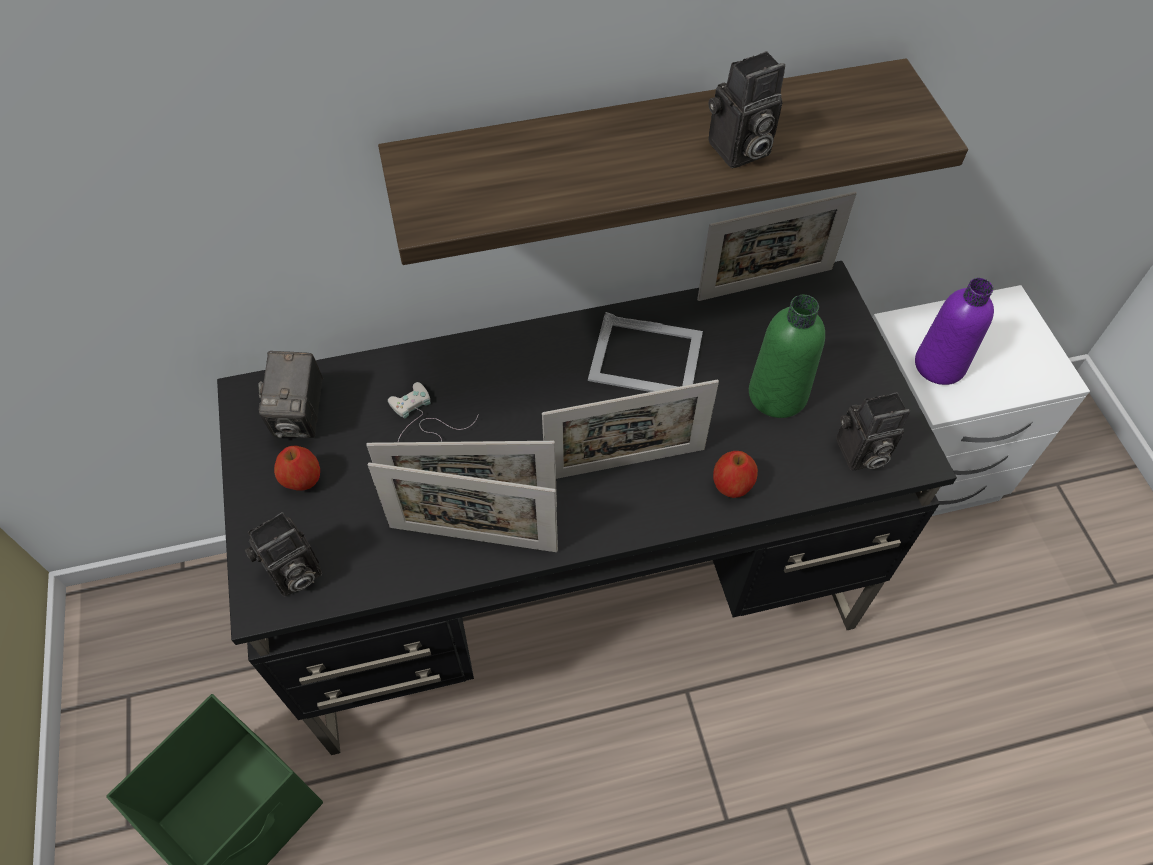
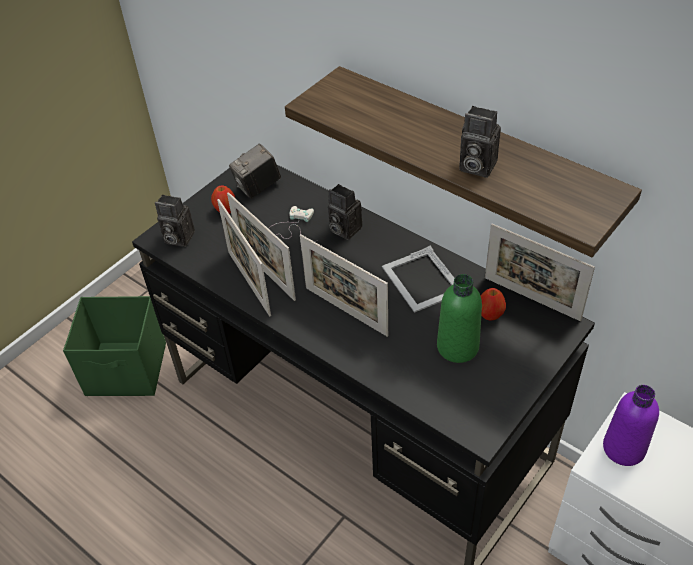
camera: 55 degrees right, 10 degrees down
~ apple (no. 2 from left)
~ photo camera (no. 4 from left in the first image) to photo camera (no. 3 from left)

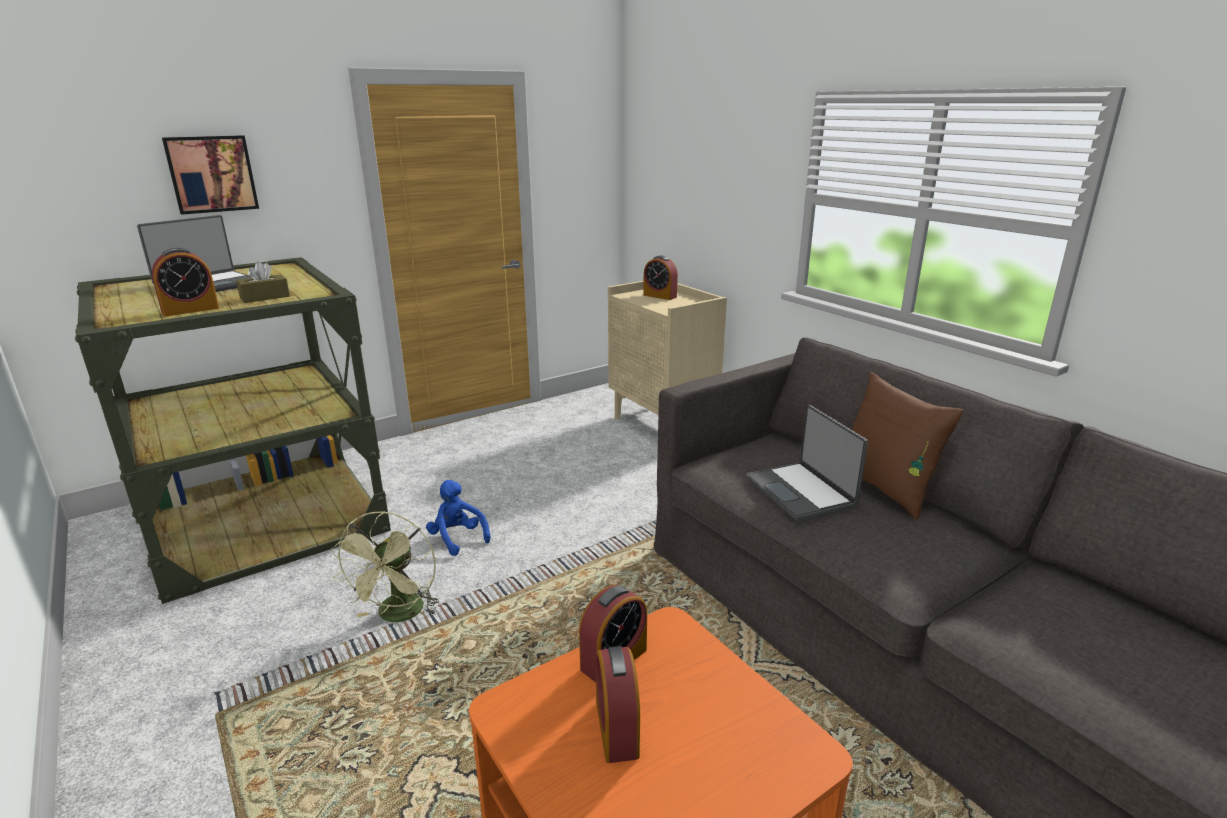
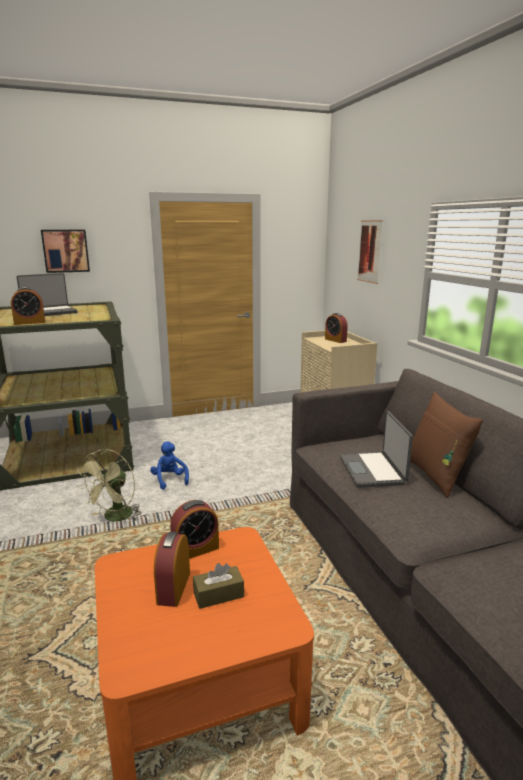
camera: 15 degrees right, 5 degrees down
~ tissue box in brown
+ picture (no. 2 from left)

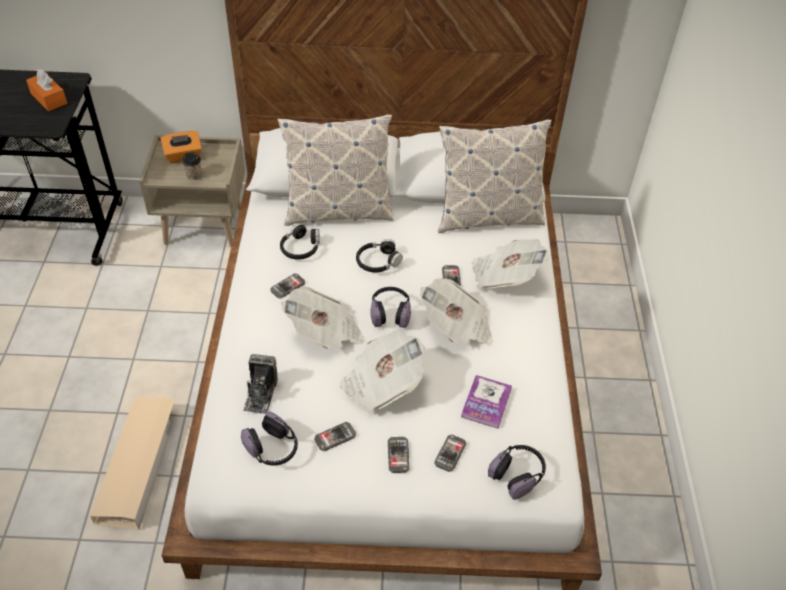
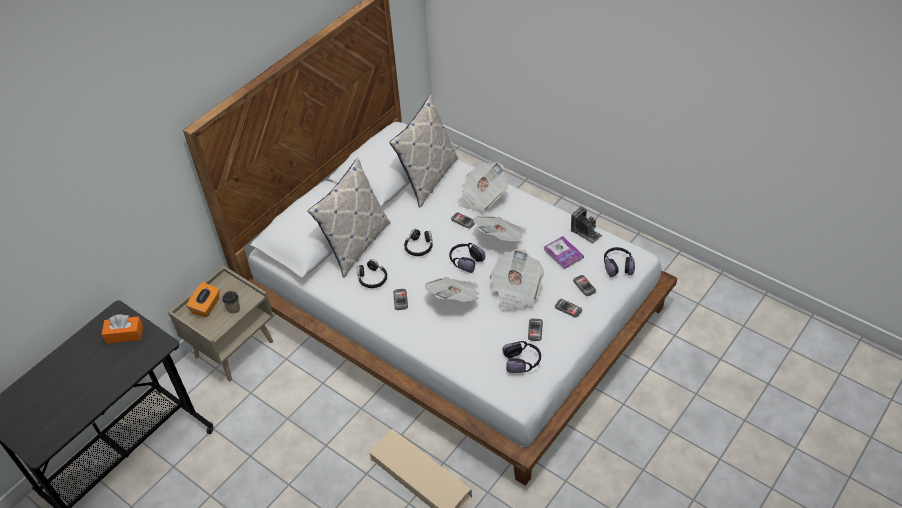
camera: 50 degrees left, 0 degrees up
~ photo camera

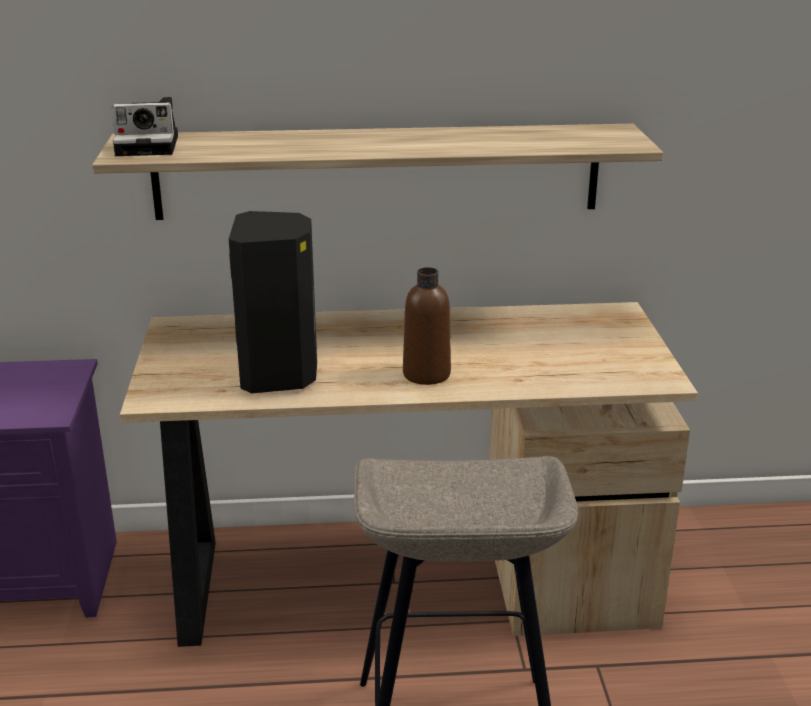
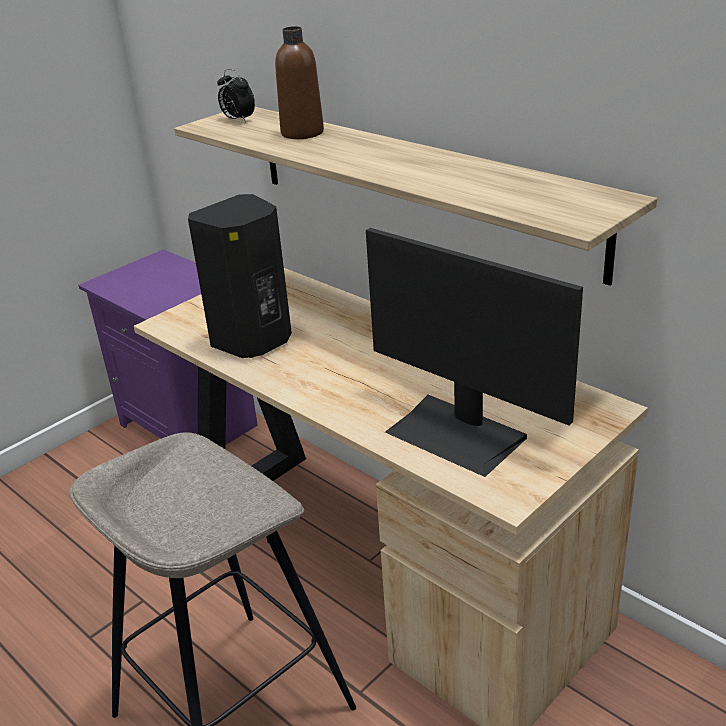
camera: 50 degrees right, 5 degrees up
~ photo camera to alarm clock
~ bottle in brown
+ monitor

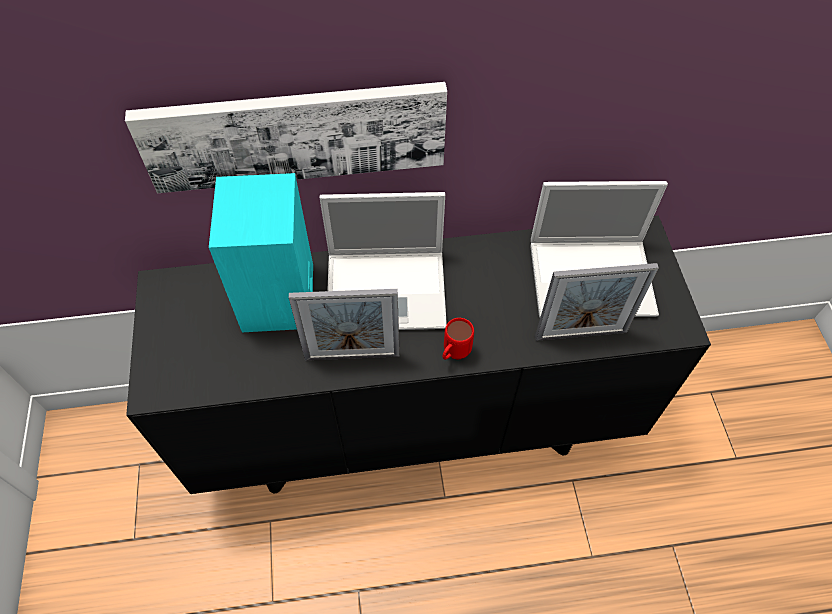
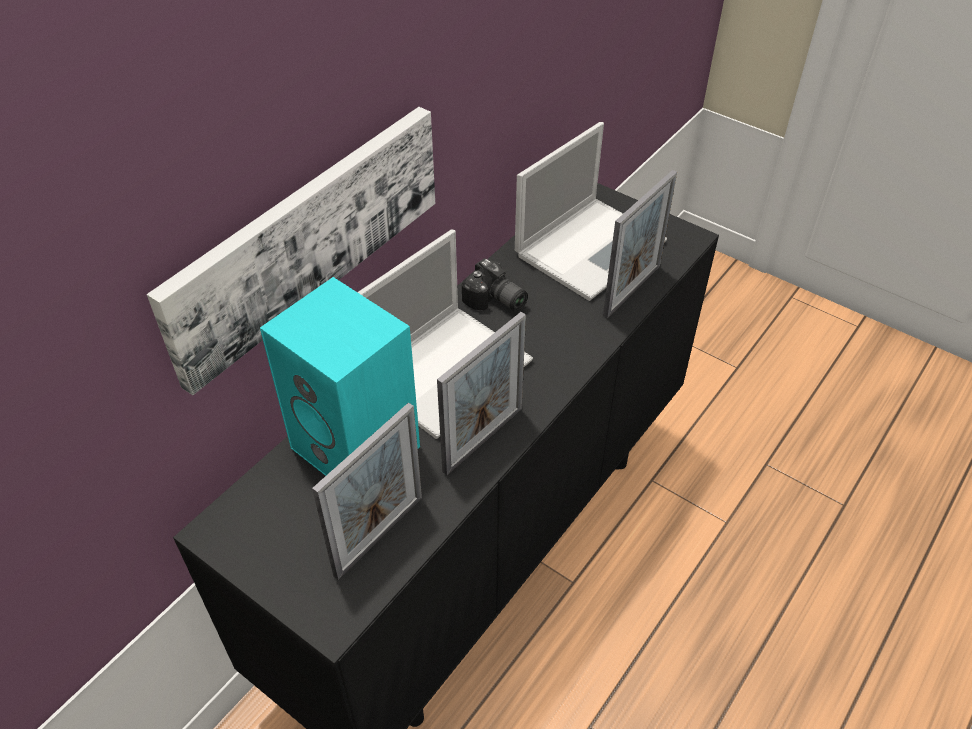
camera: 45 degrees left, 10 degrees down
- mug in red
+ picture frame (no. 1 from left)
+ photo camera

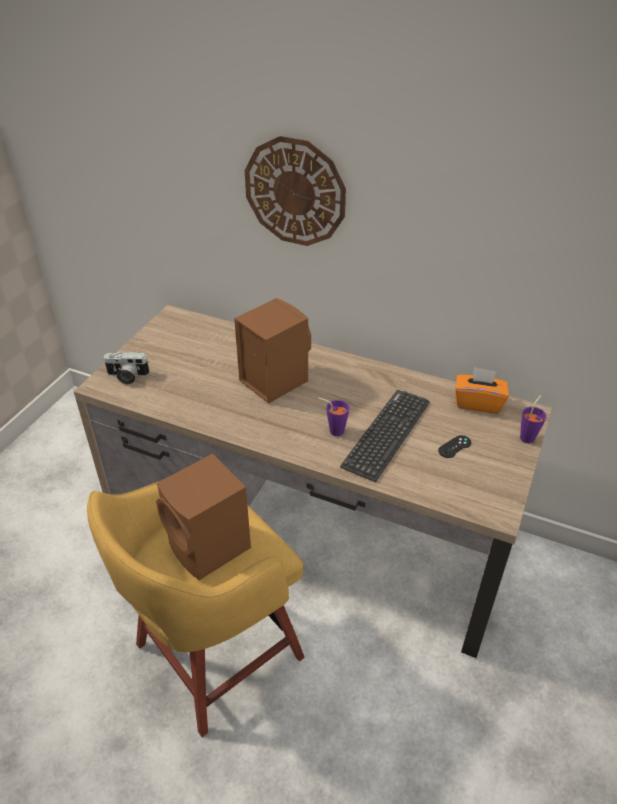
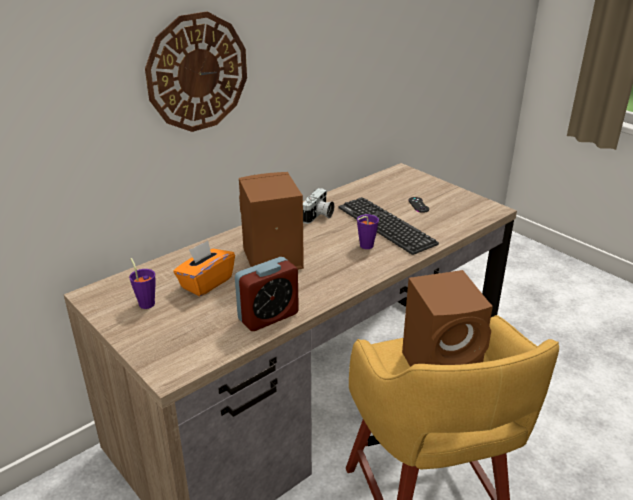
camera: 65 degrees left, 10 degrees down
~ photo camera
~ tissue box in orange
~ cup in purple (no. 2 from left in the first image) to cup in purple (no. 1 from left)
+ alarm clock

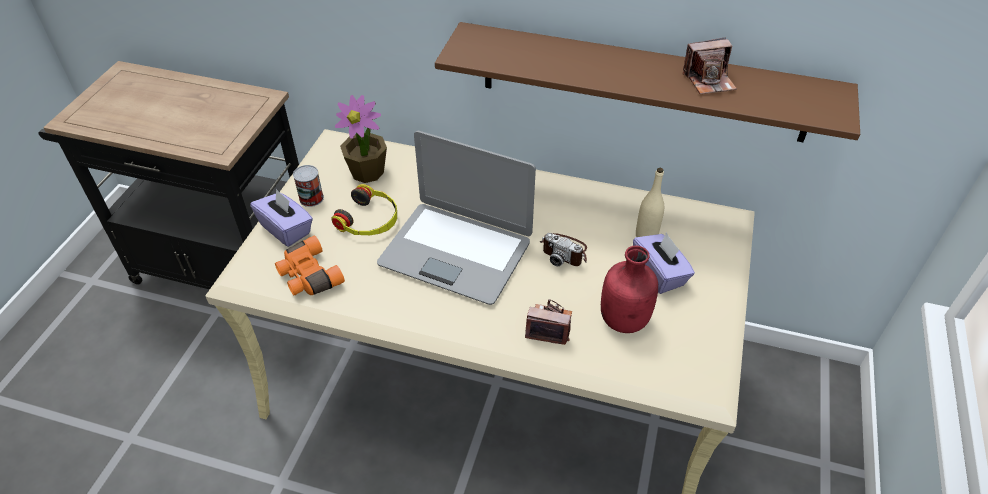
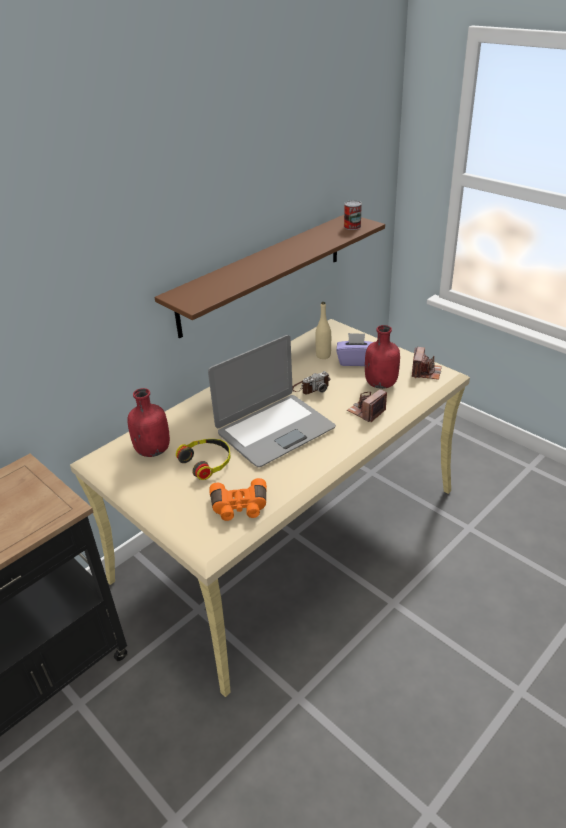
camera: 60 degrees left, 10 degrees down
- tissue box in purple (no. 1 from left)
~ can
~ potted plant to bottle in red (no. 1 from left)
~ photo camera (no. 3 from left)

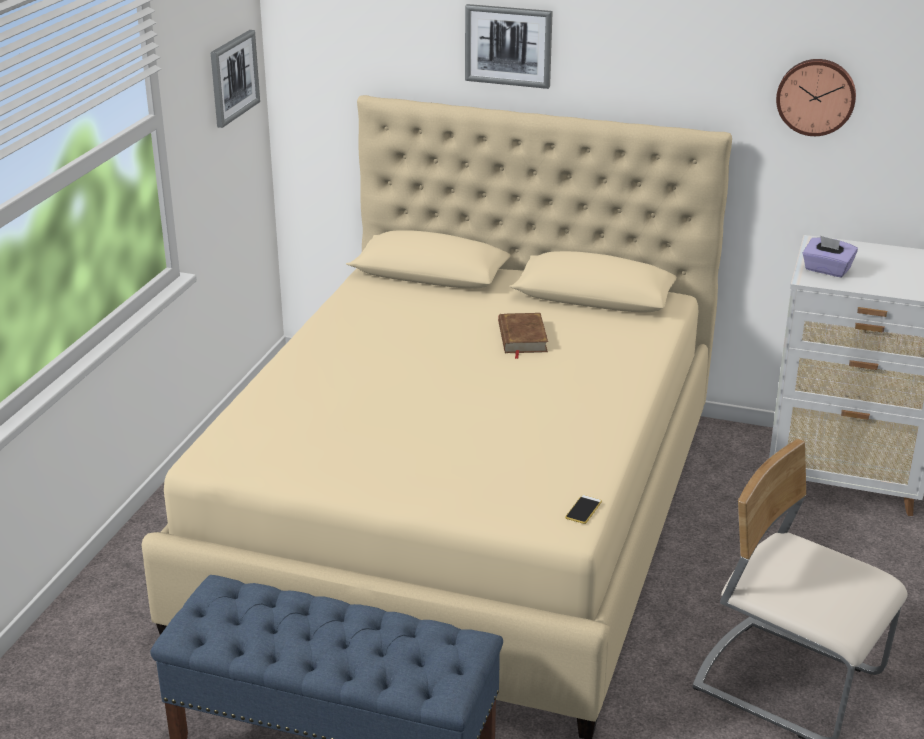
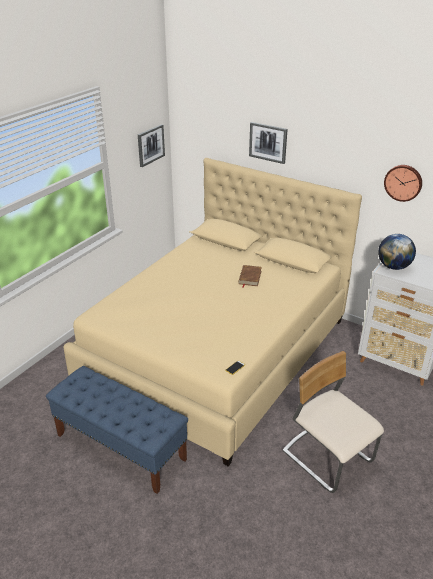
camera: 15 degrees right, 5 degrees up
~ tissue box in purple to globe

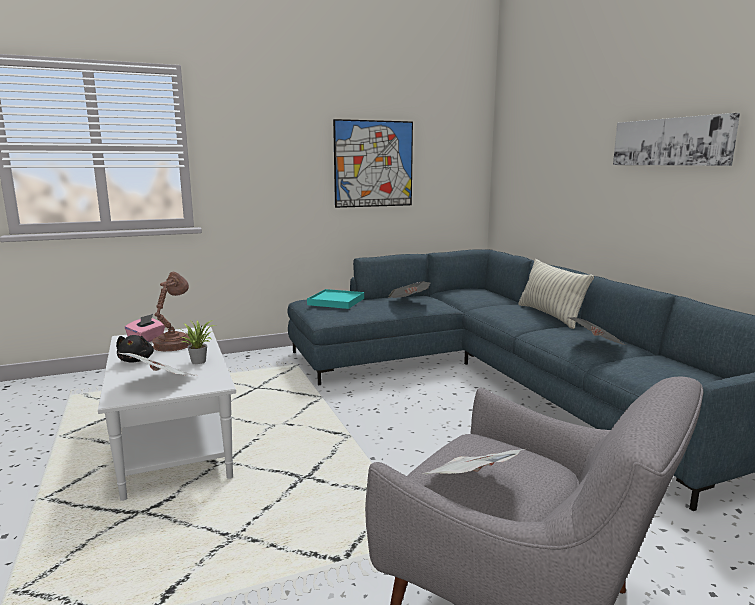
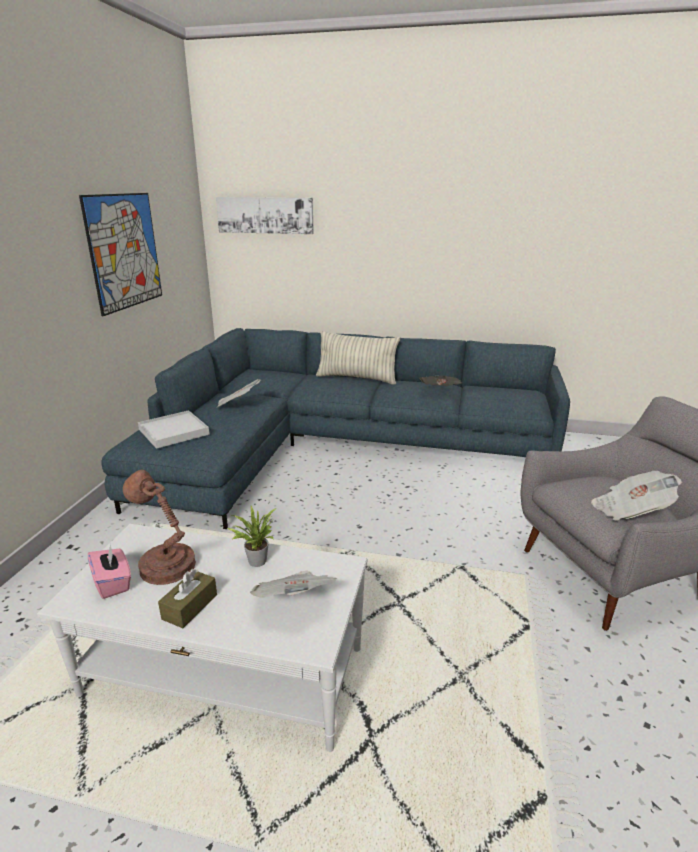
camera: 55 degrees left, 10 degrees up
~ plush toy in black to tissue box in brown
~ tray in turquoise to tray in white
~ picture (no. 2 from left)

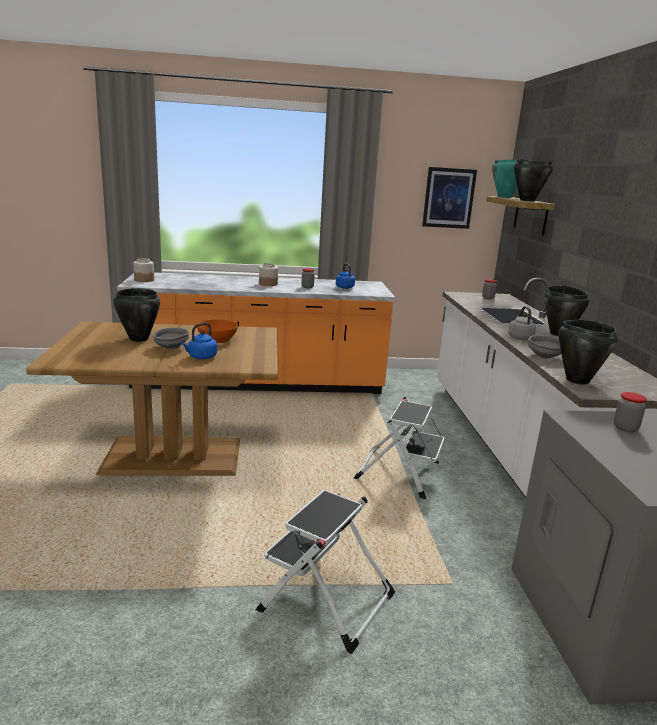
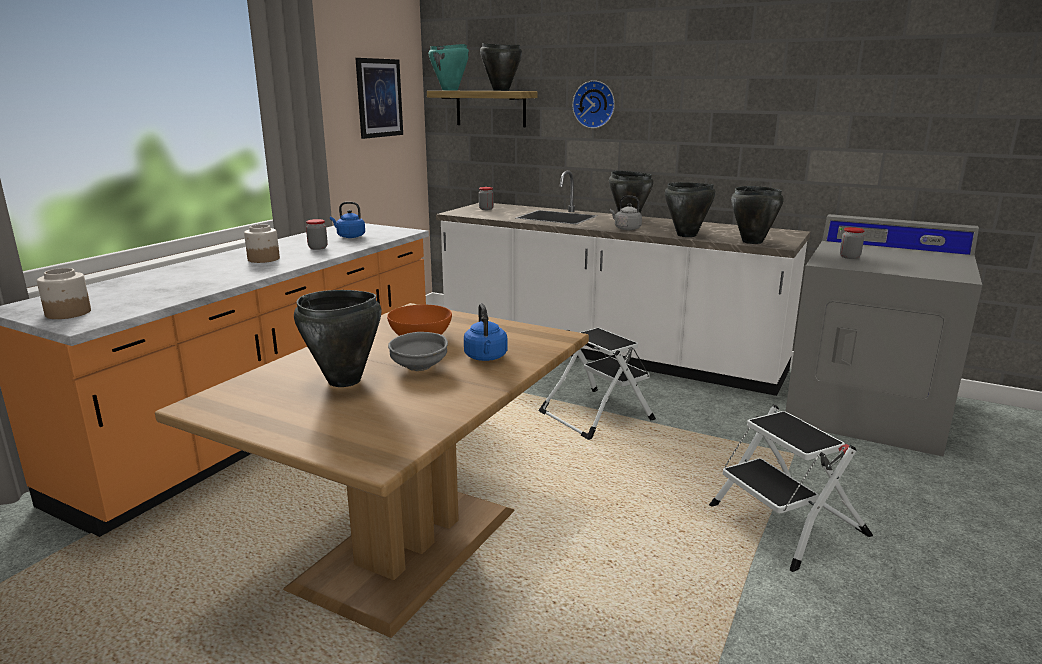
camera: 55 degrees left, 0 degrees up
~ bowl in grey (no. 2 from left) to cooking pot in black (no. 4 from left)
+ wall clock

